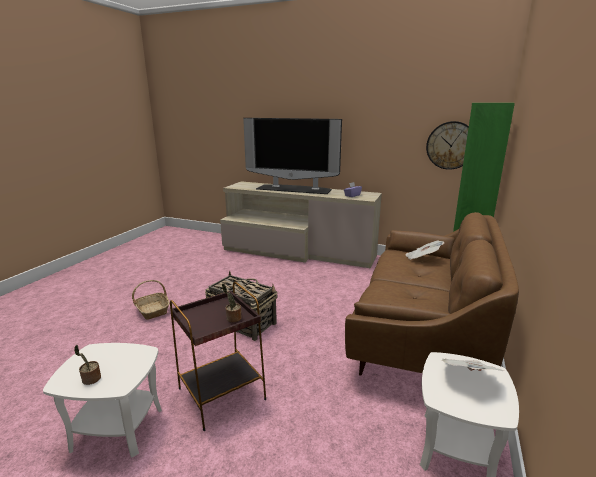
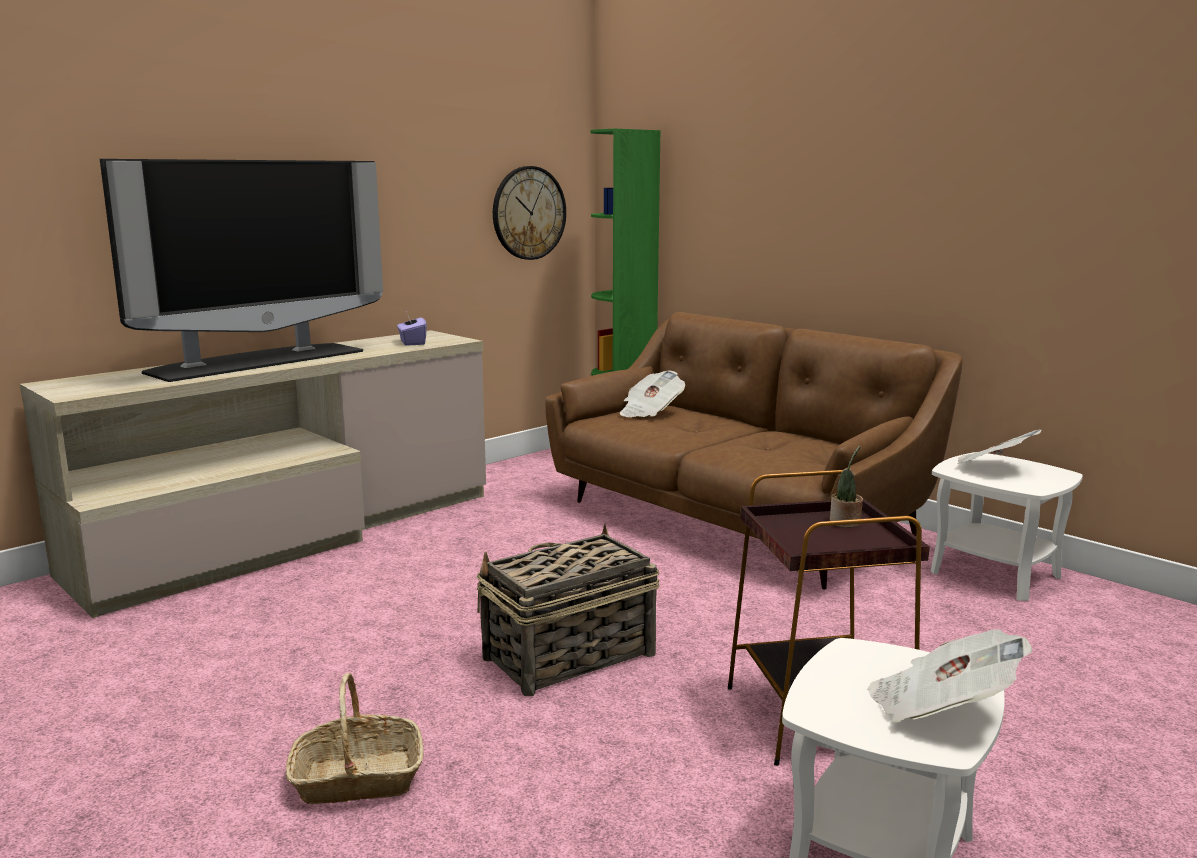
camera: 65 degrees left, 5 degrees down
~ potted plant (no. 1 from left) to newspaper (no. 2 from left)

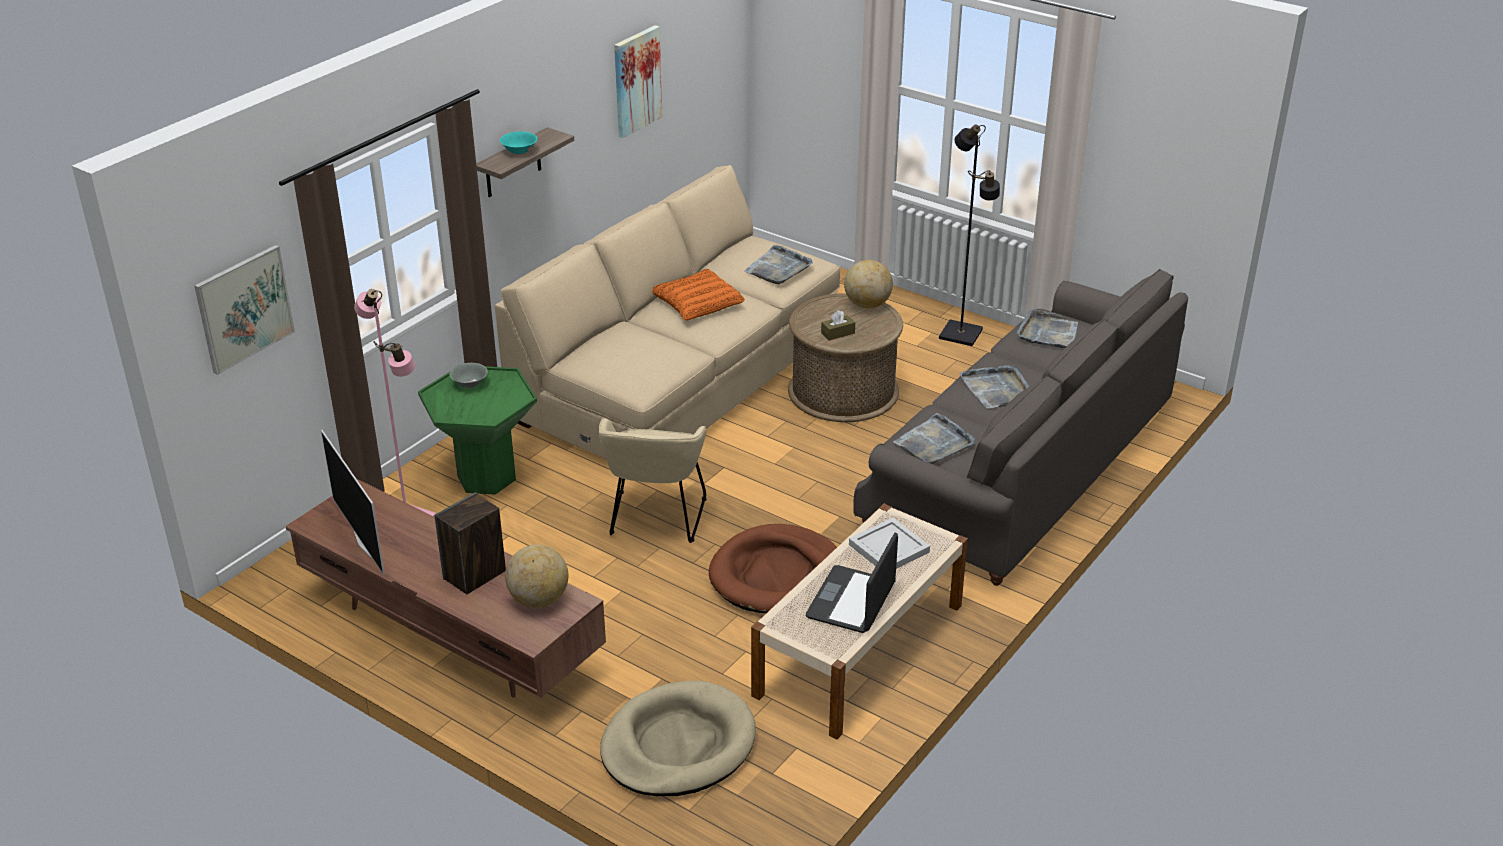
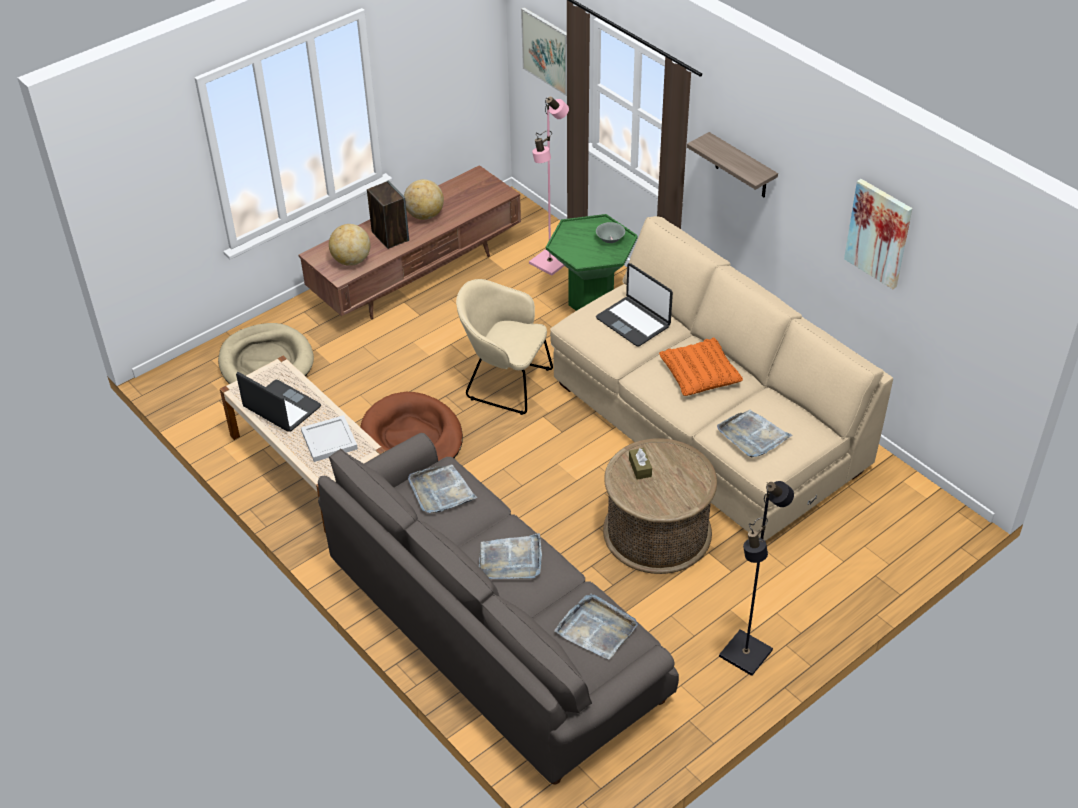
camera: 105 degrees right, 10 degrees up
- television
- bowl in turquoise
~ globe (no. 2 from left)
+ laptop (no. 2 from left)

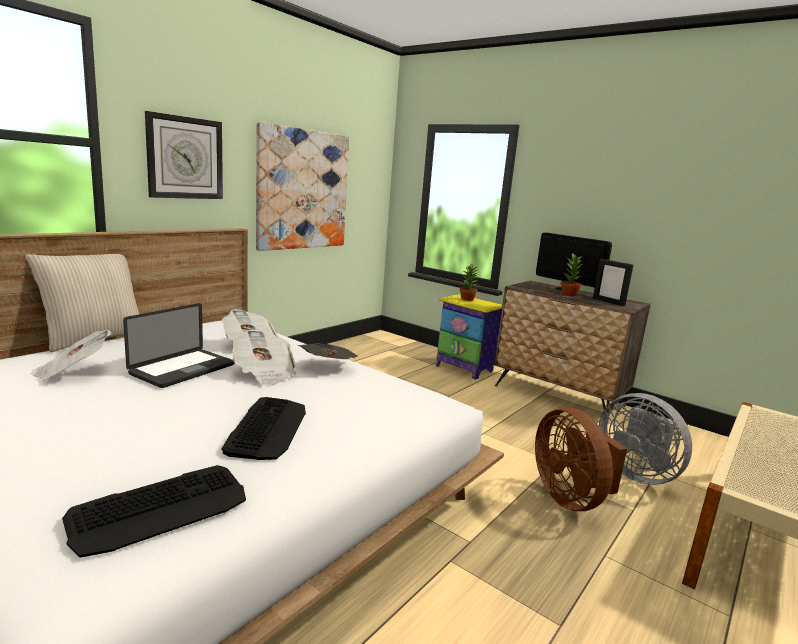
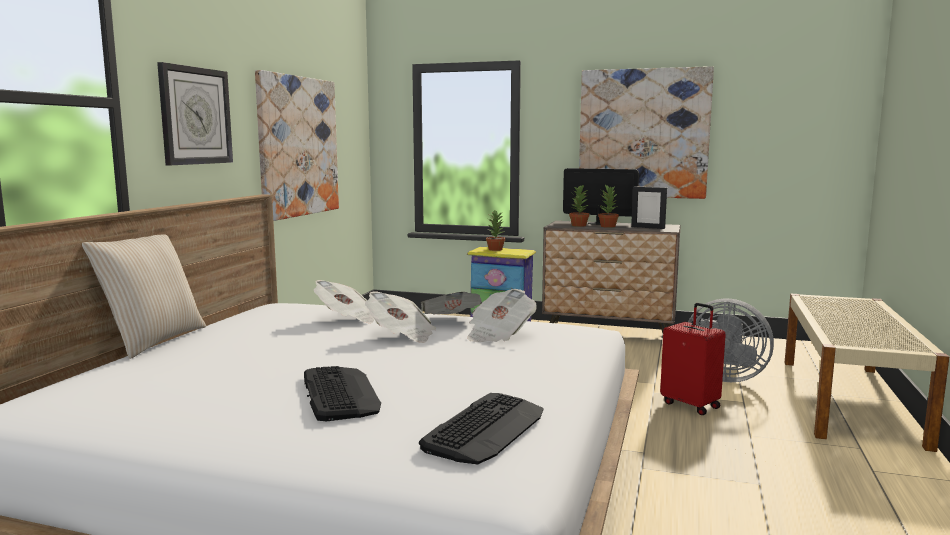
camera: 20 degrees left, 5 degrees down
~ newspaper (no. 1 from left in the first image) to newspaper (no. 4 from left)
- laptop
~ keyboard (no. 2 from left in the first image) to keyboard (no. 1 from left)
~ fan in brown to suitcase in red
+ potted plant (no. 2 from left)
+ picture (no. 2 from left)

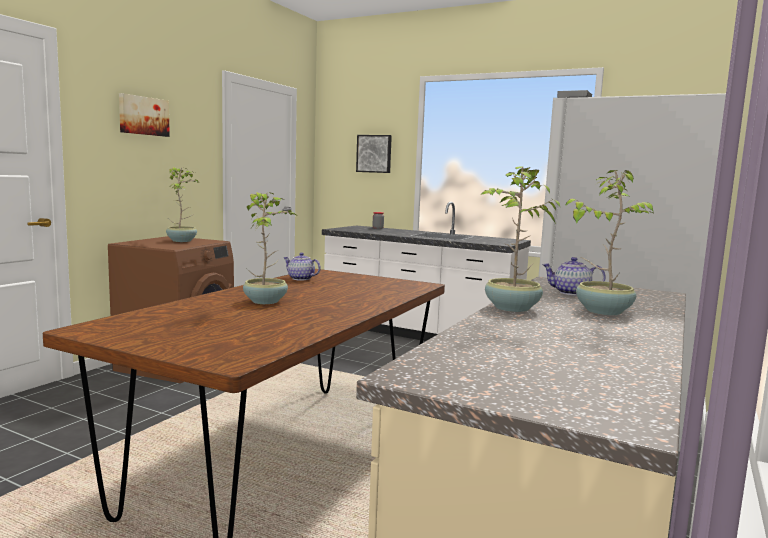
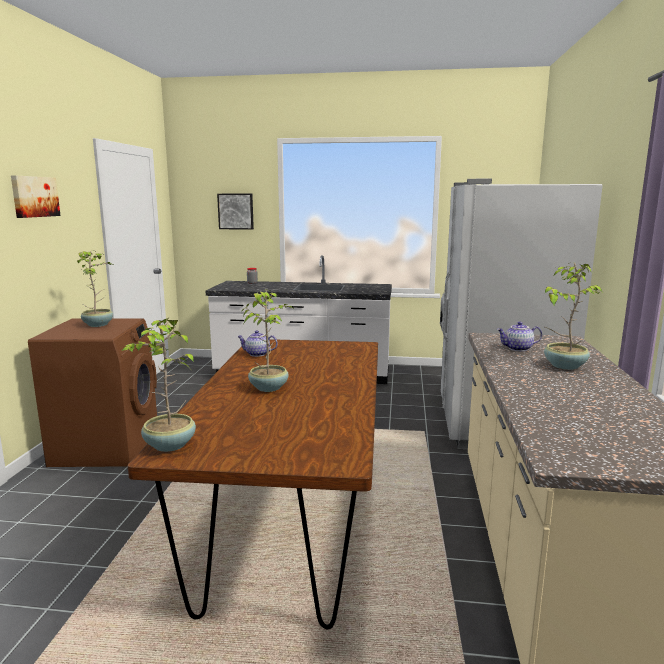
camera: 20 degrees left, 5 degrees up
~ potted plant (no. 3 from left in the first image) to potted plant (no. 2 from left)

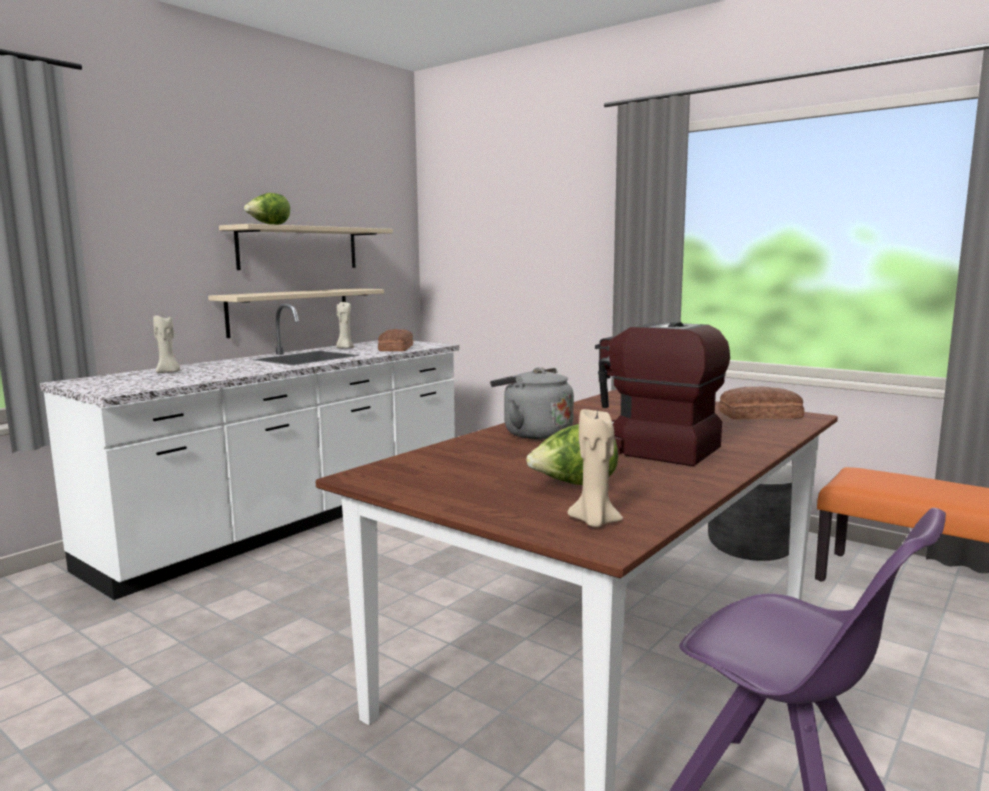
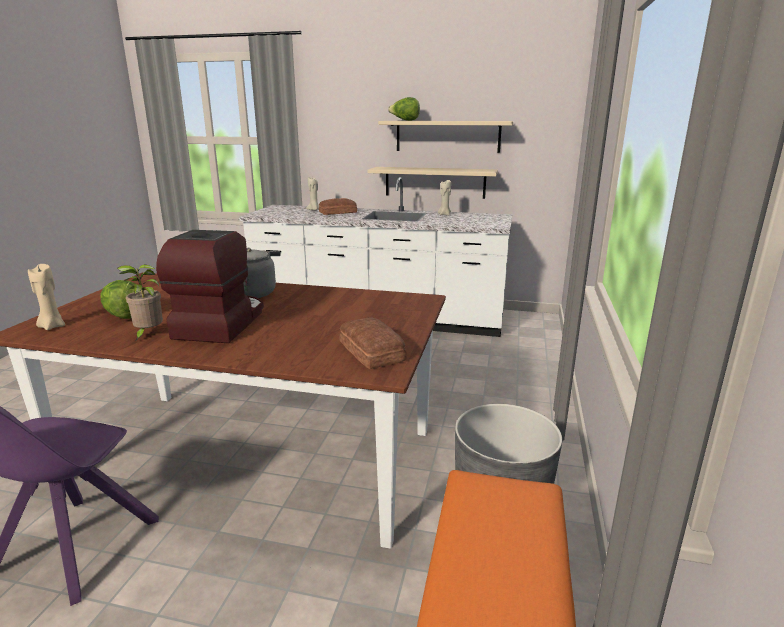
camera: 65 degrees right, 10 degrees up
~ bread (no. 1 from left)
+ potted plant

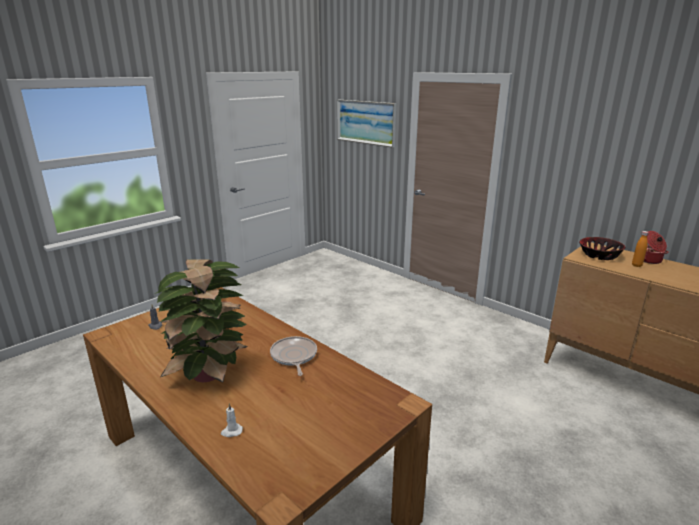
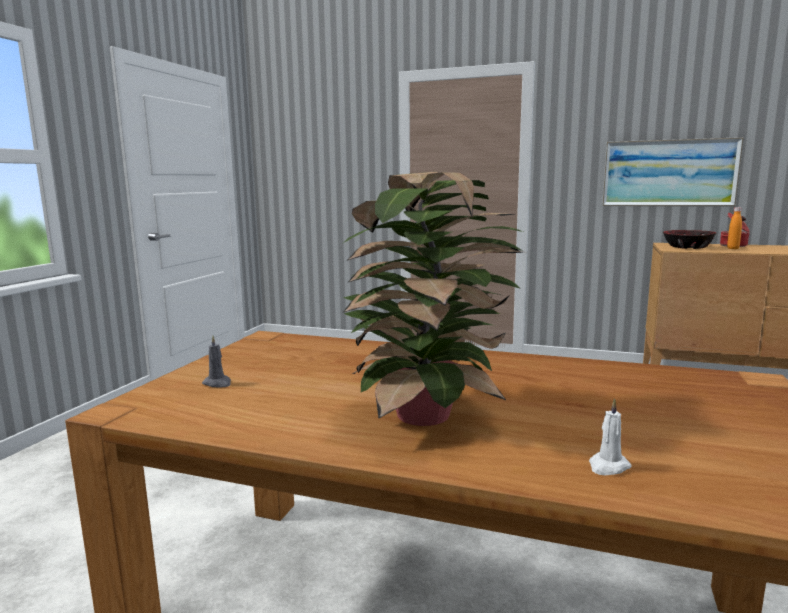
camera: 25 degrees left, 10 degrees down
- frying pan
~ picture

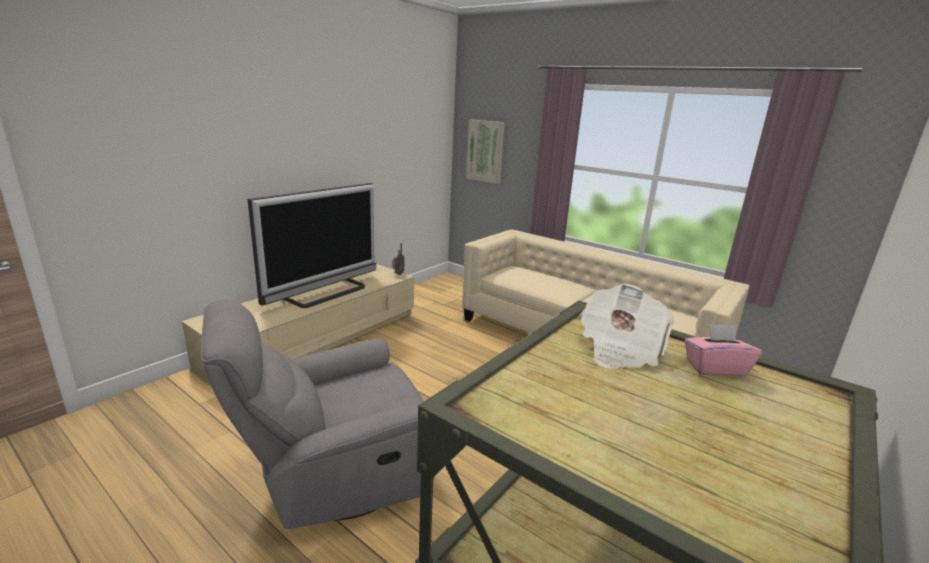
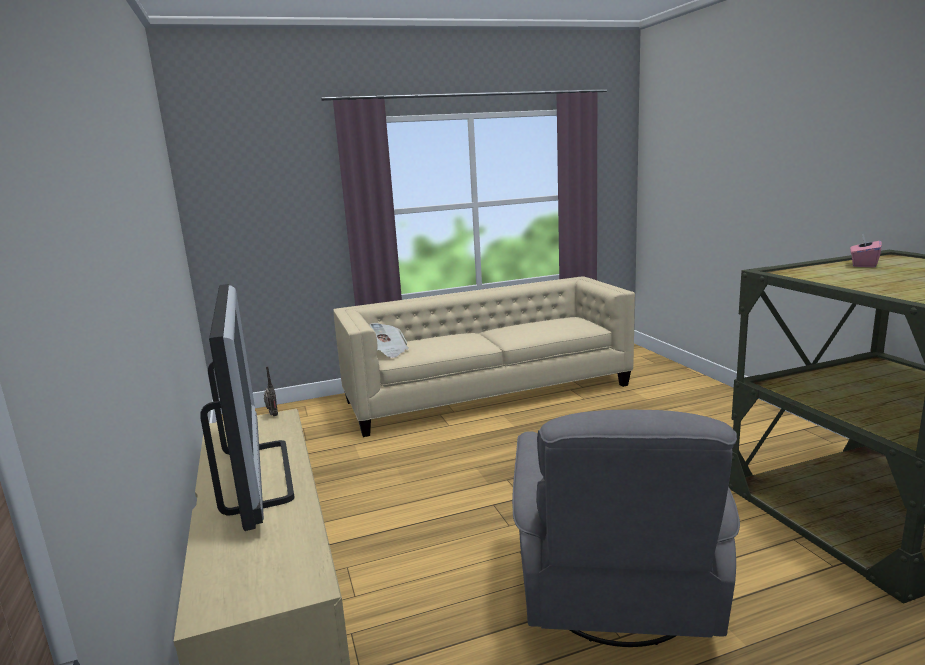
camera: 55 degrees left, 5 degrees down
- picture
~ newspaper

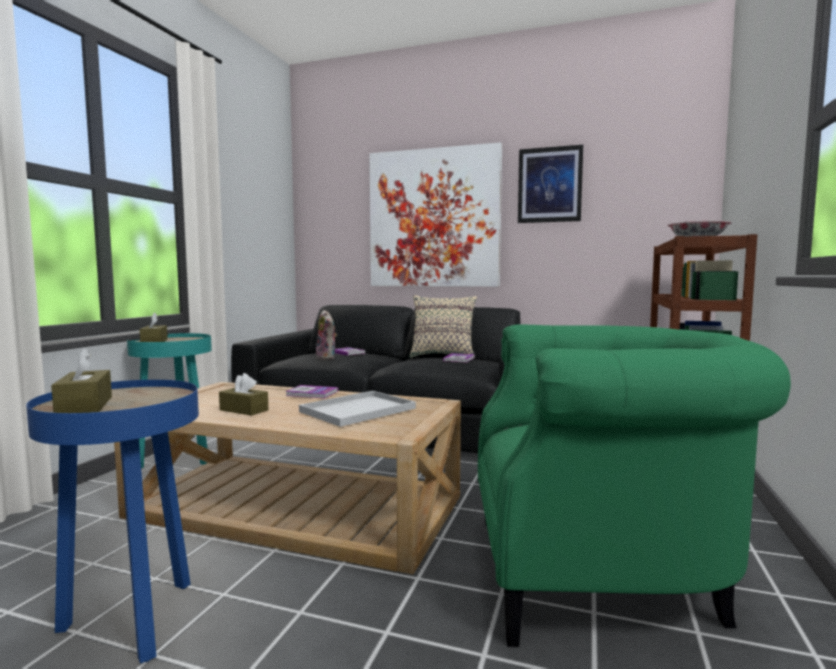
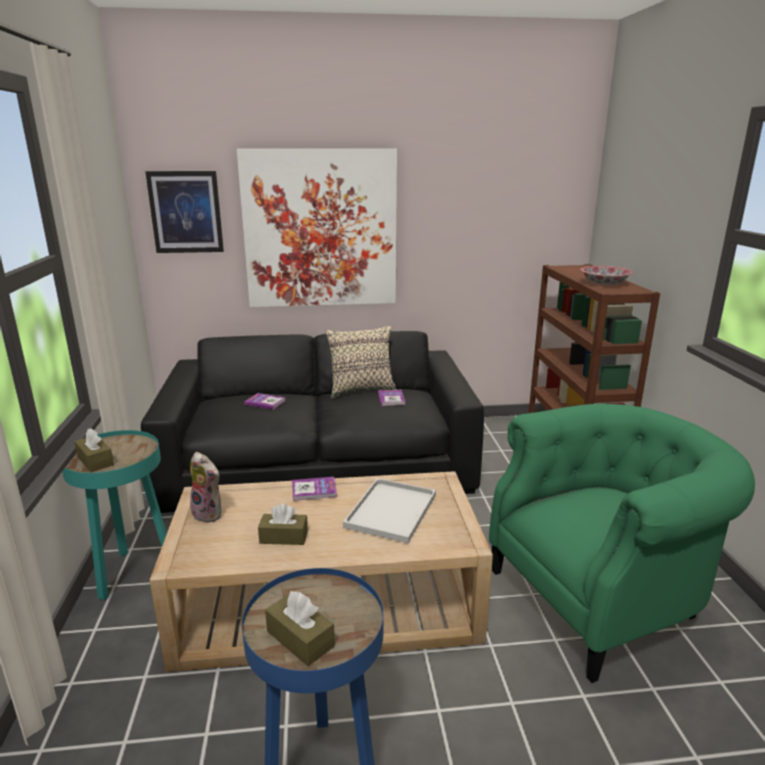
camera: 25 degrees left, 15 degrees up
~ plush toy
~ picture (no. 2 from left in the first image) to picture (no. 1 from left)

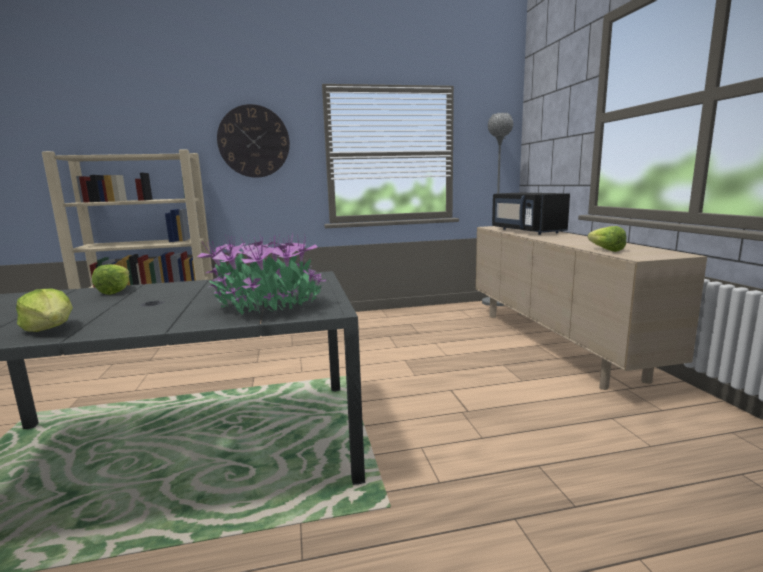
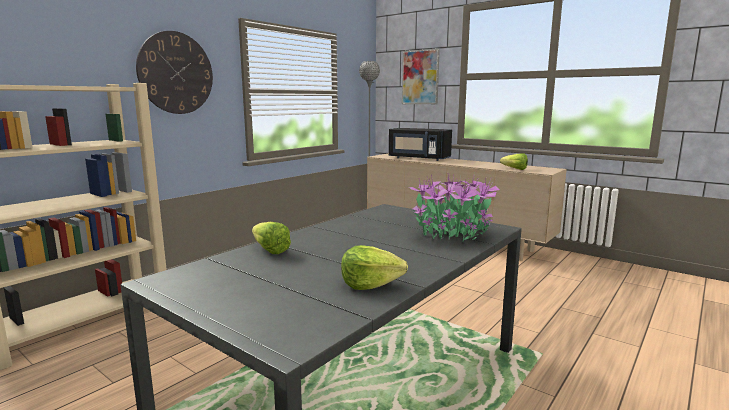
camera: 40 degrees left, 0 degrees up
+ picture

